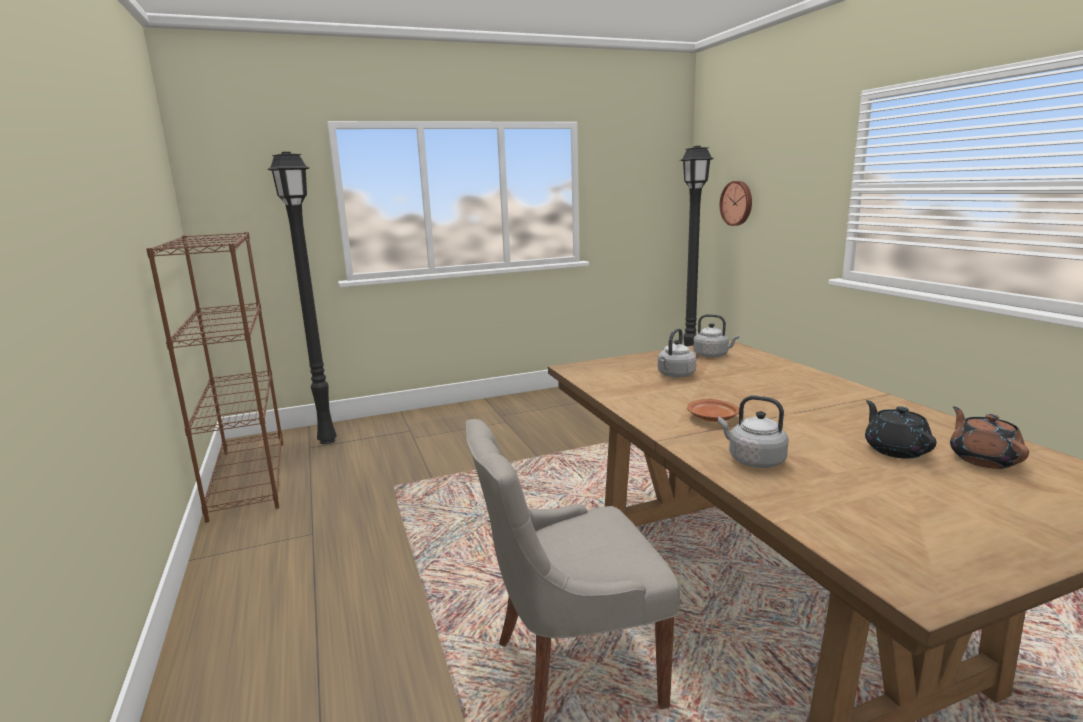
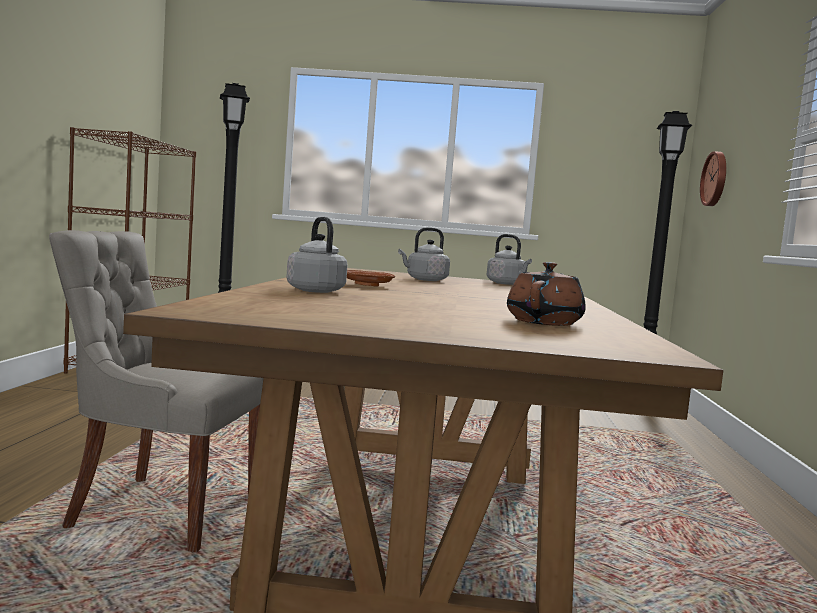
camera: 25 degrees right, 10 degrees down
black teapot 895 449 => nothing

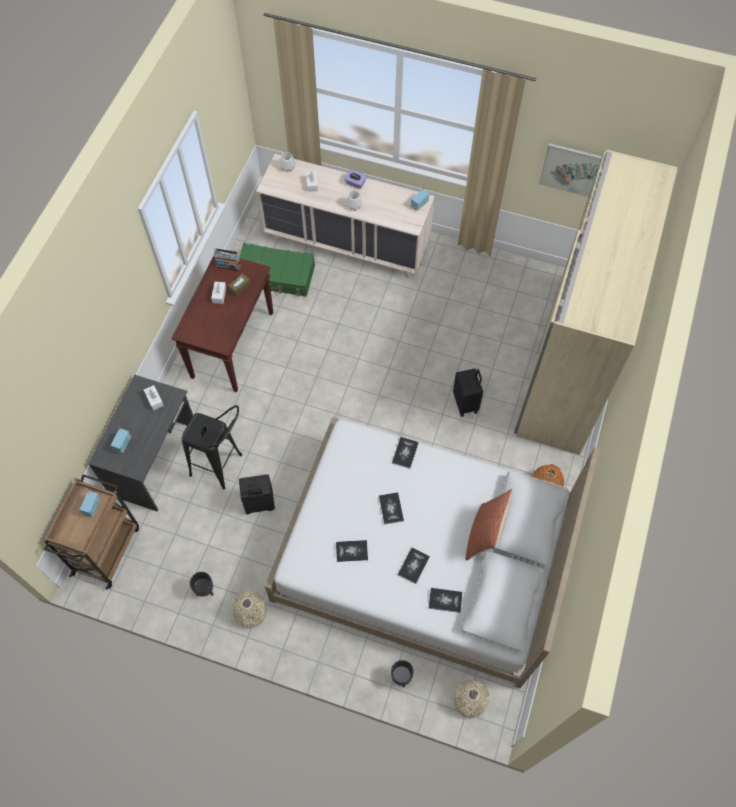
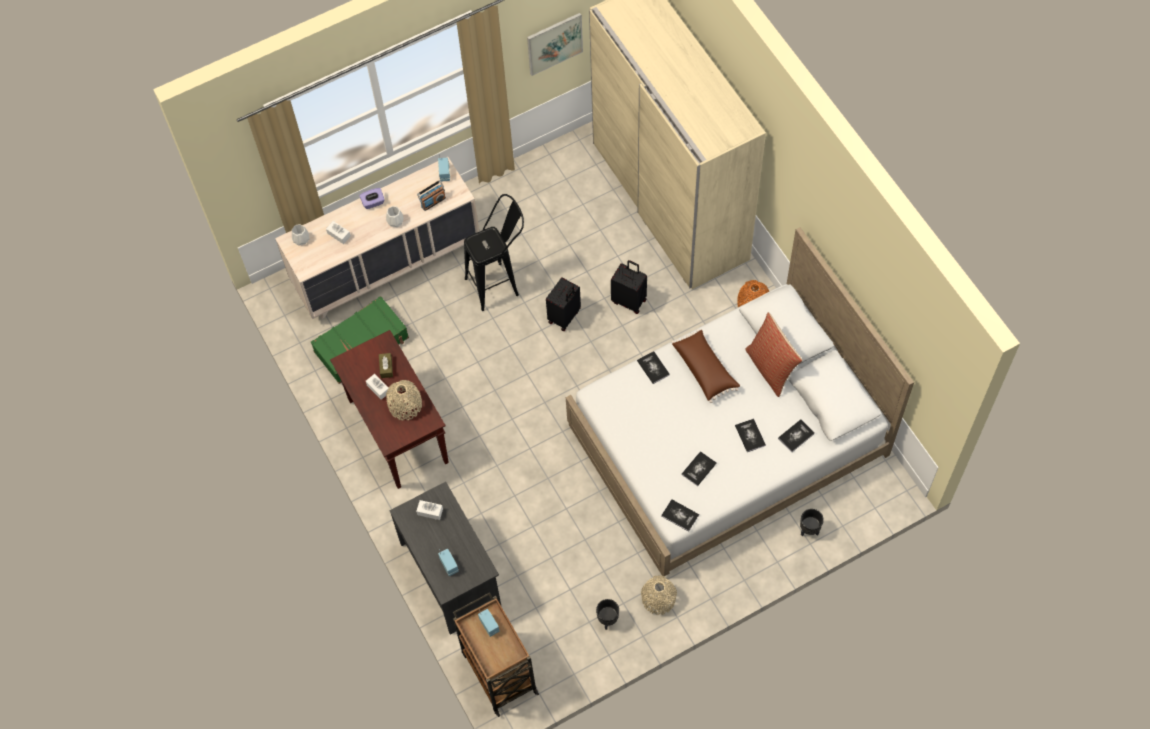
camera: 45 degrees left, 0 degrees up
nothing => brownish pillow 705 369
black sitting stool 223 468 => black sitting stool 499 283, relocated
radio 228 266 => radio 433 202, relocated
black travel case 259 505 => black travel case 564 317, relocated
book 391 508 => book 680 515, relocated
beige flower vase 469 700 => beige flower vase 405 405, relocated

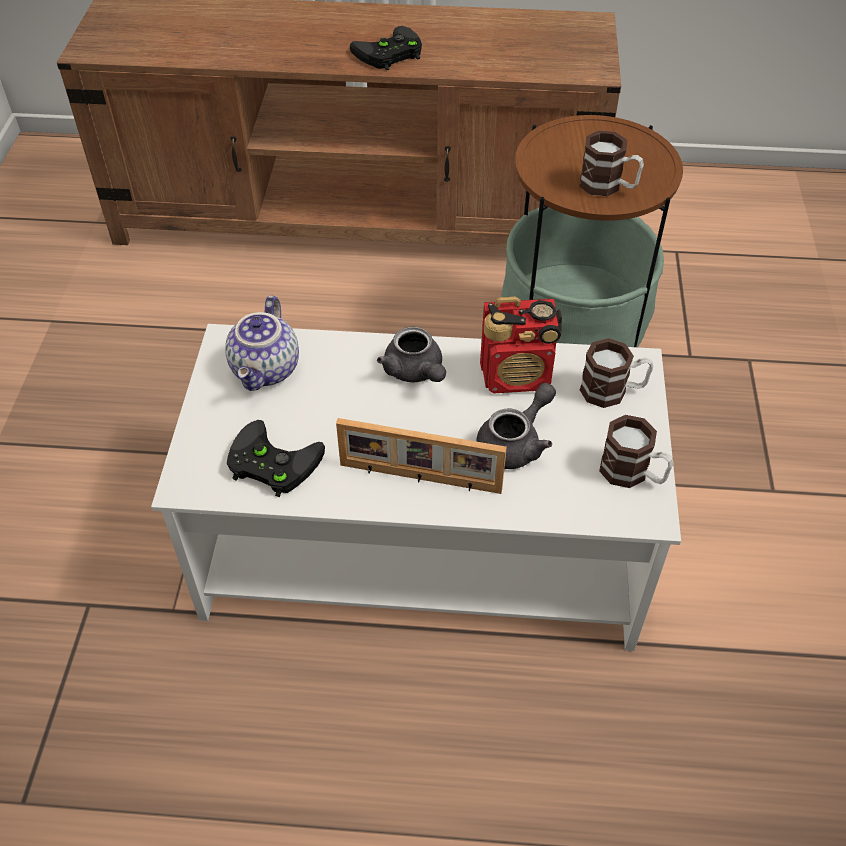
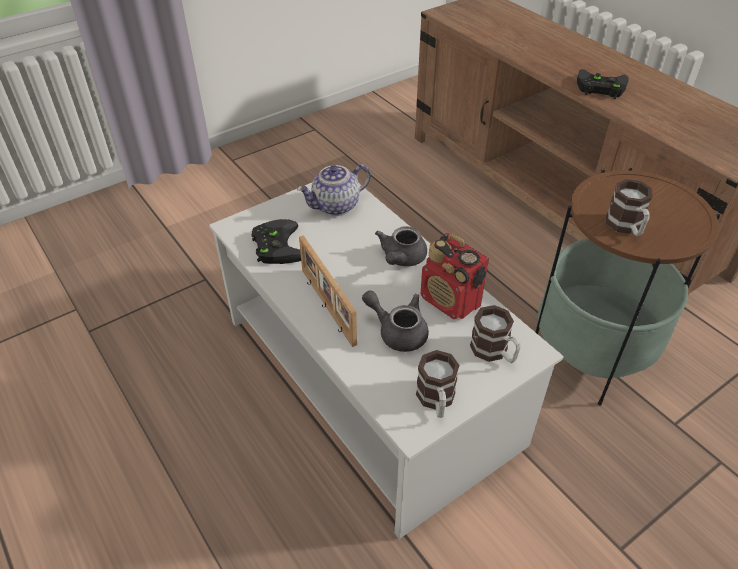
camera: 50 degrees right, 5 degrees down
grey teapot 516 443 => grey teapot 398 331, 150 degrees counterclockwise

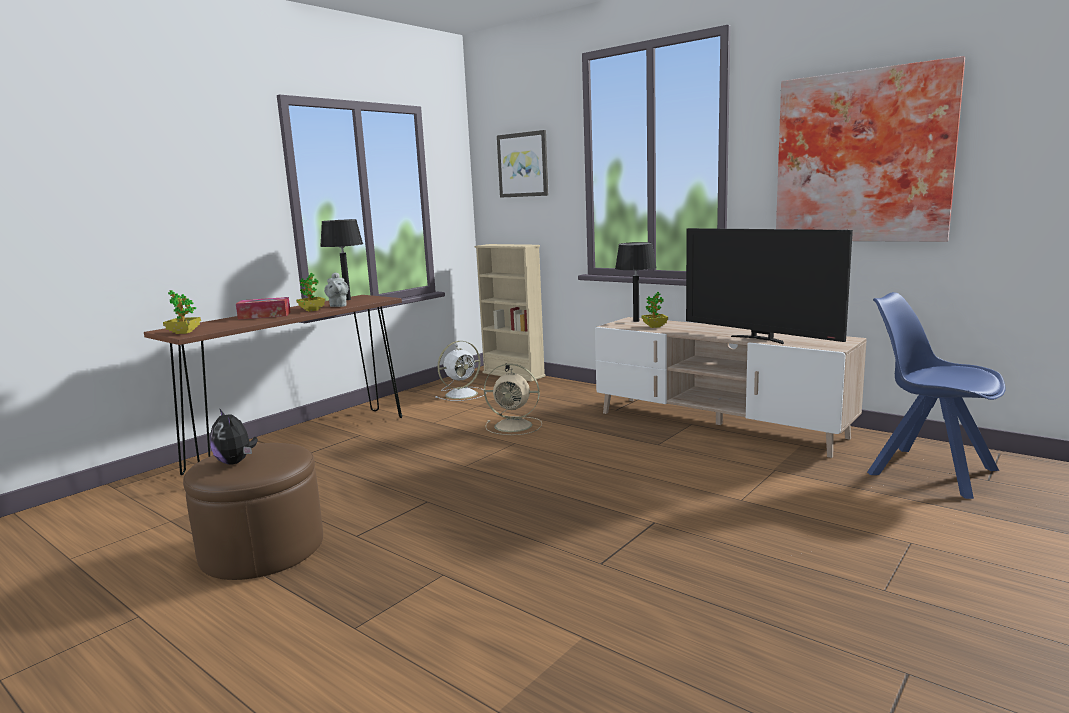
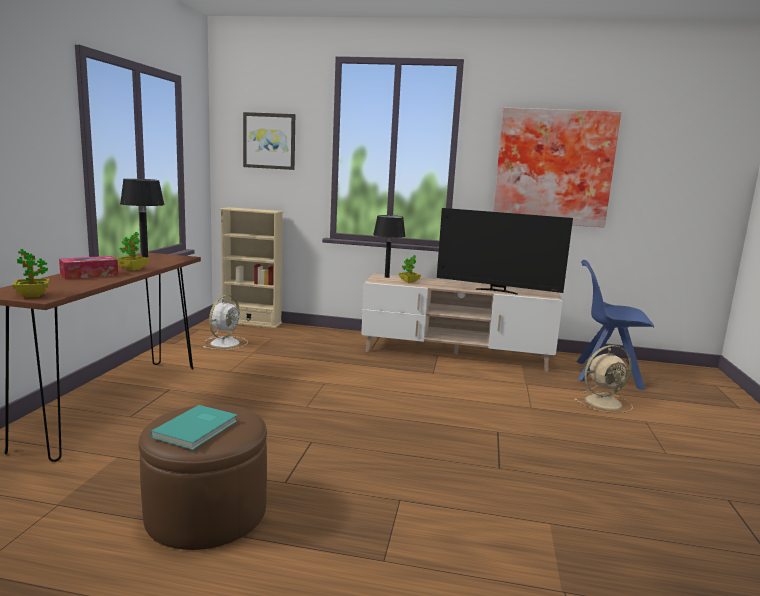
camera: 30 degrees left, 0 degrees up
grey teapot 338 306 => nothing
beige fan 515 426 => beige fan 604 402, relocated
soft toy 236 462 => turquoise-coloured book 198 429

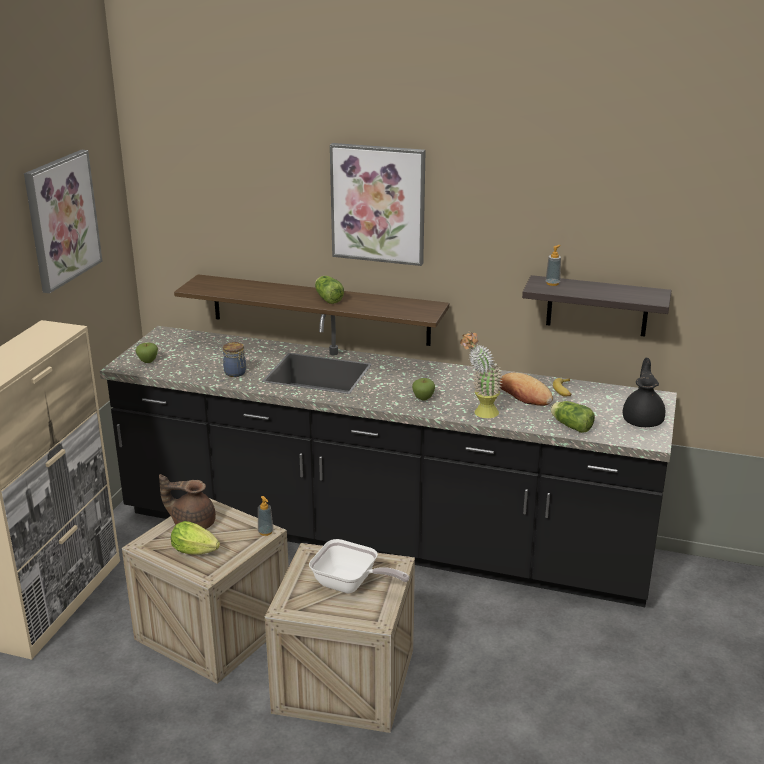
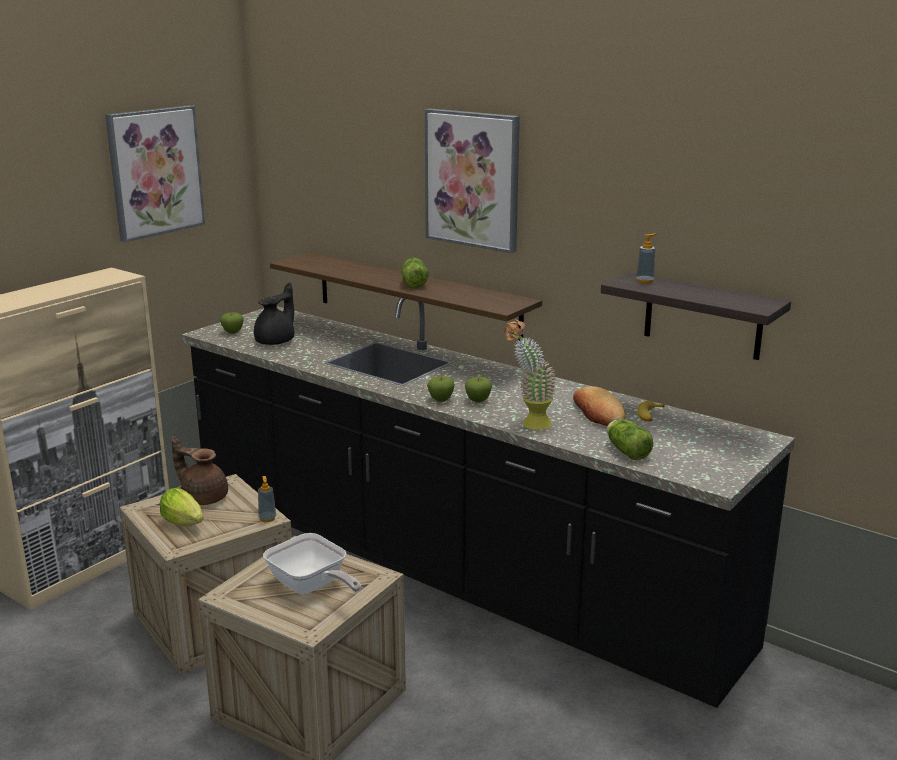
camera: 20 degrees right, 5 degrees down
storage jar 235 373 => nothing
nothing => whole apple 441 400
black teapot 643 420 => black teapot 276 341, relocated

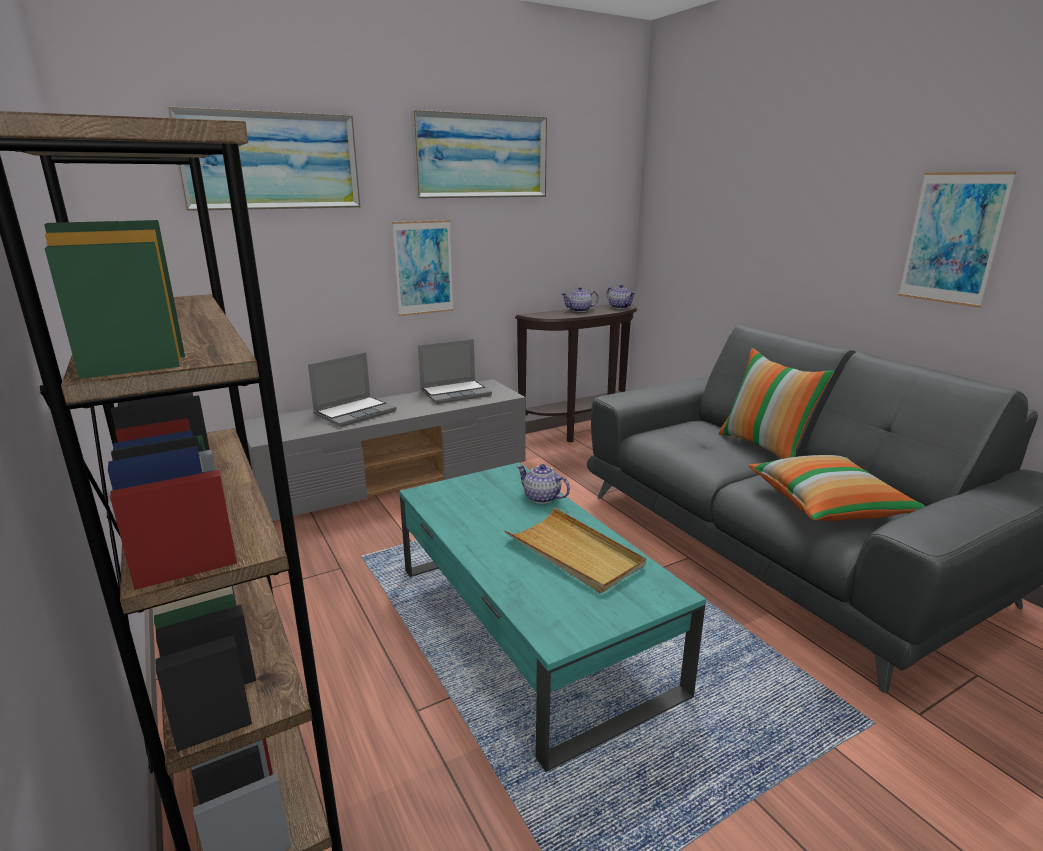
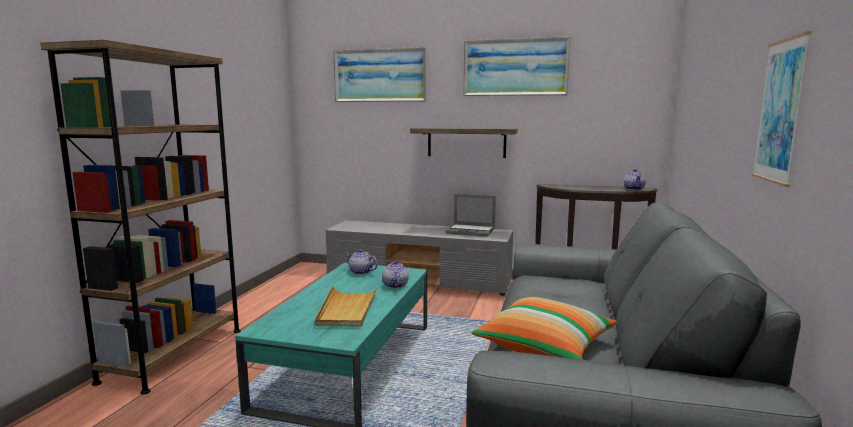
camera: 45 degrees right, 10 degrees down
laptop 355 412 => nothing
pillow 765 447 => nothing
teapot 579 310 => teapot 361 272, relocated
wall picture 423 268 => shelf 466 142

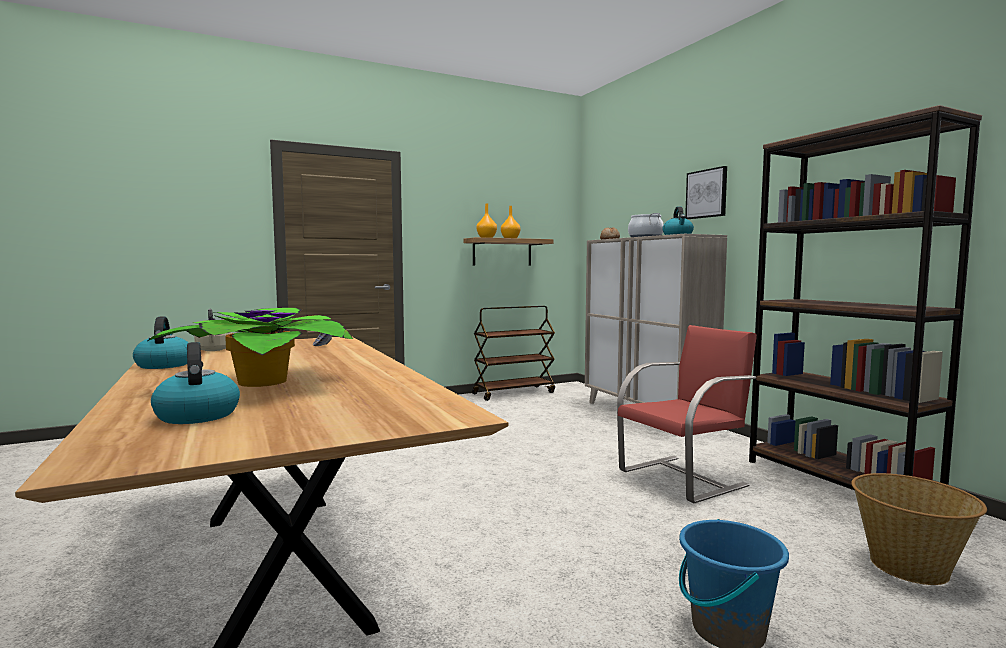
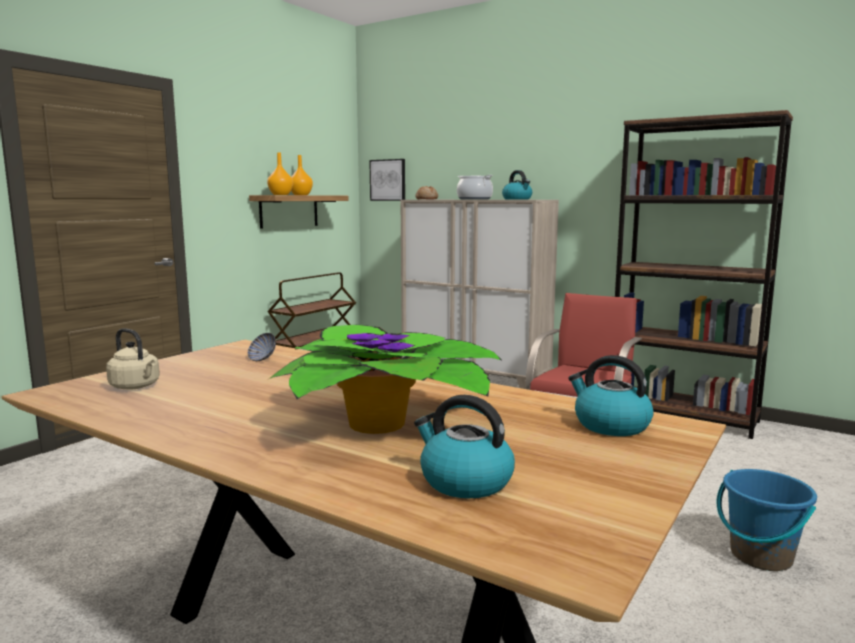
camera: 30 degrees left, 5 degrees up
storage basket 909 566 => nothing
tea kettle 164 365 => tea kettle 610 425, relocated
wall picture 706 193 => wall picture 388 180, relocated

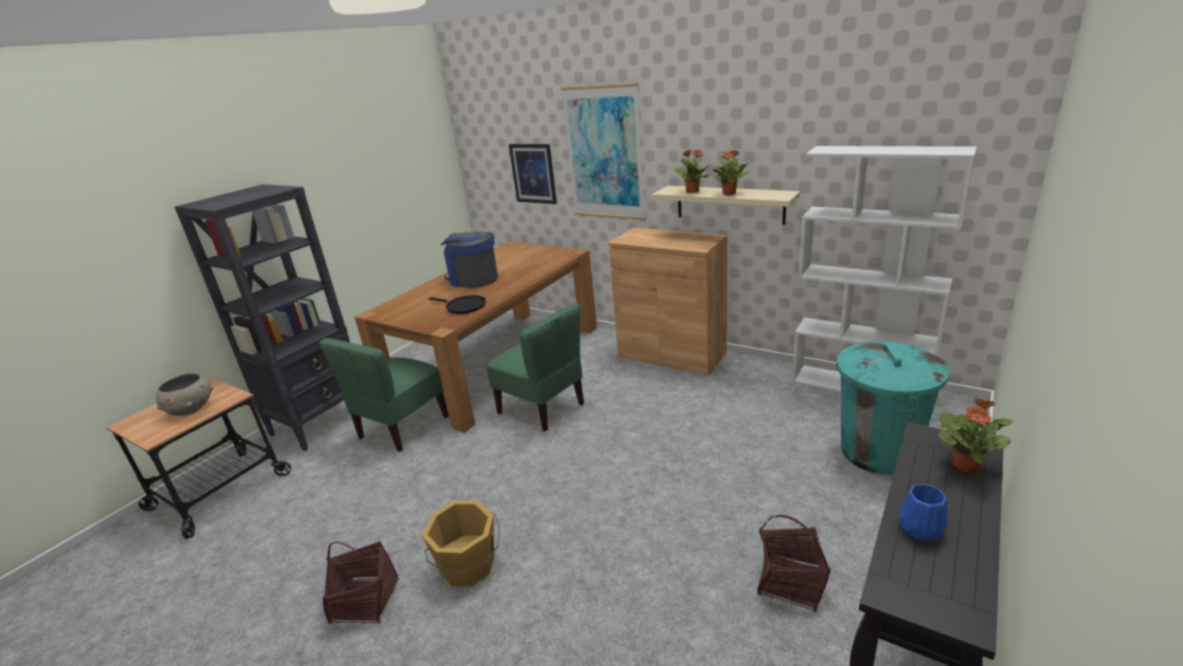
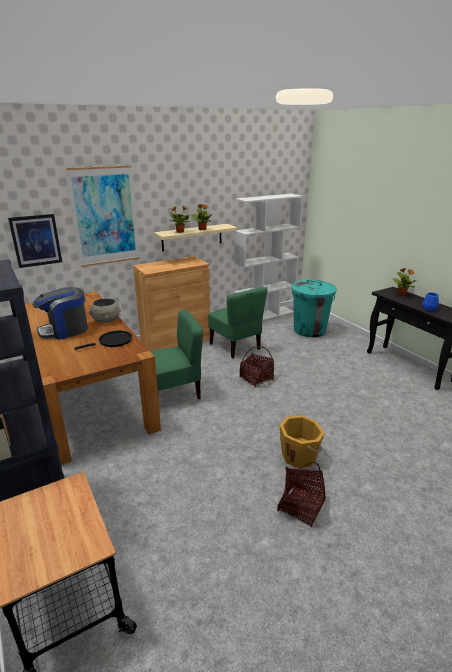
camera: 65 degrees left, 0 degrees up
grey serving bowl 191 409 => grey serving bowl 106 320, relocated
green upright chair 402 427 => green upright chair 235 346, relocated
storage basket 790 583 => storage basket 256 379, relocated

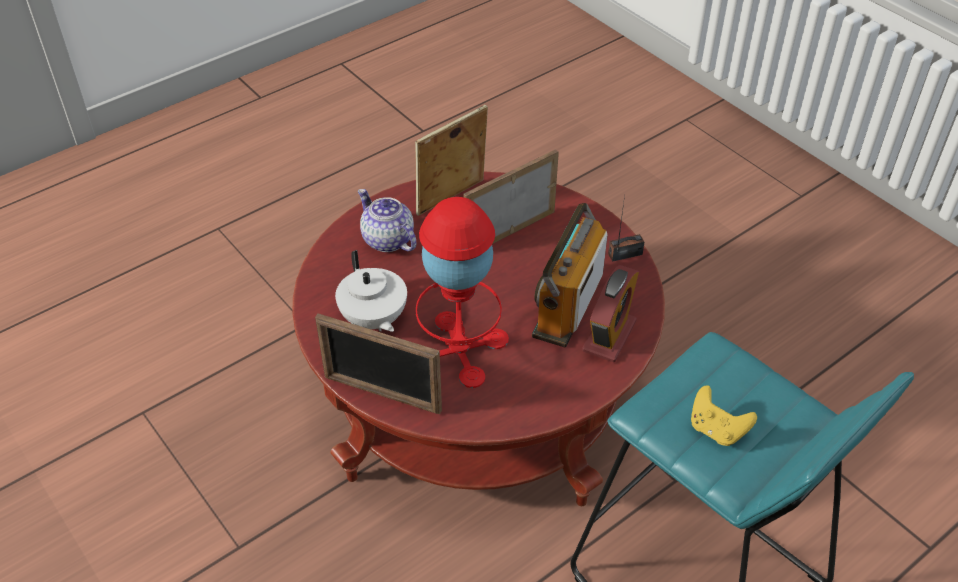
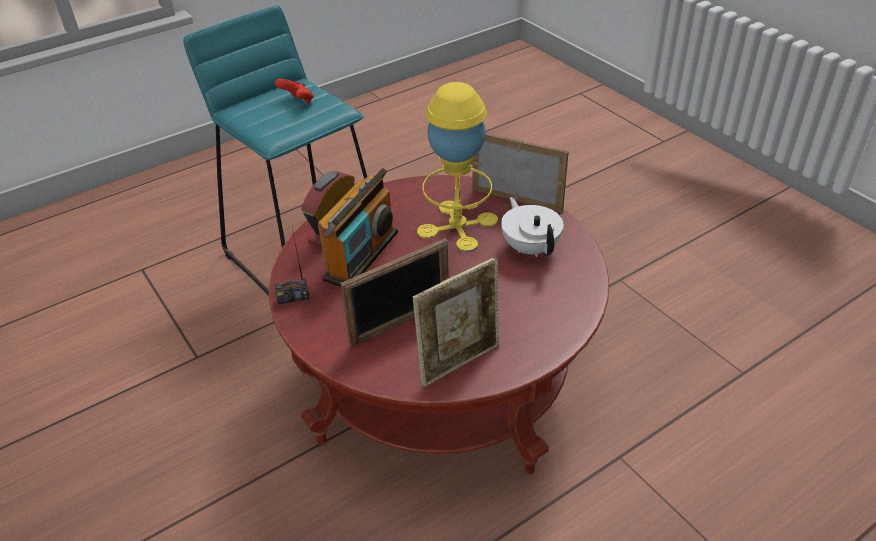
camera: 175 degrees left, 5 degrees down
teapot 387 240 => nothing
red-coloured lamp for a table 459 349 => yellowish lamp for a table 457 225
yellowish joypad 716 430 => red-coloured joypad 298 101

